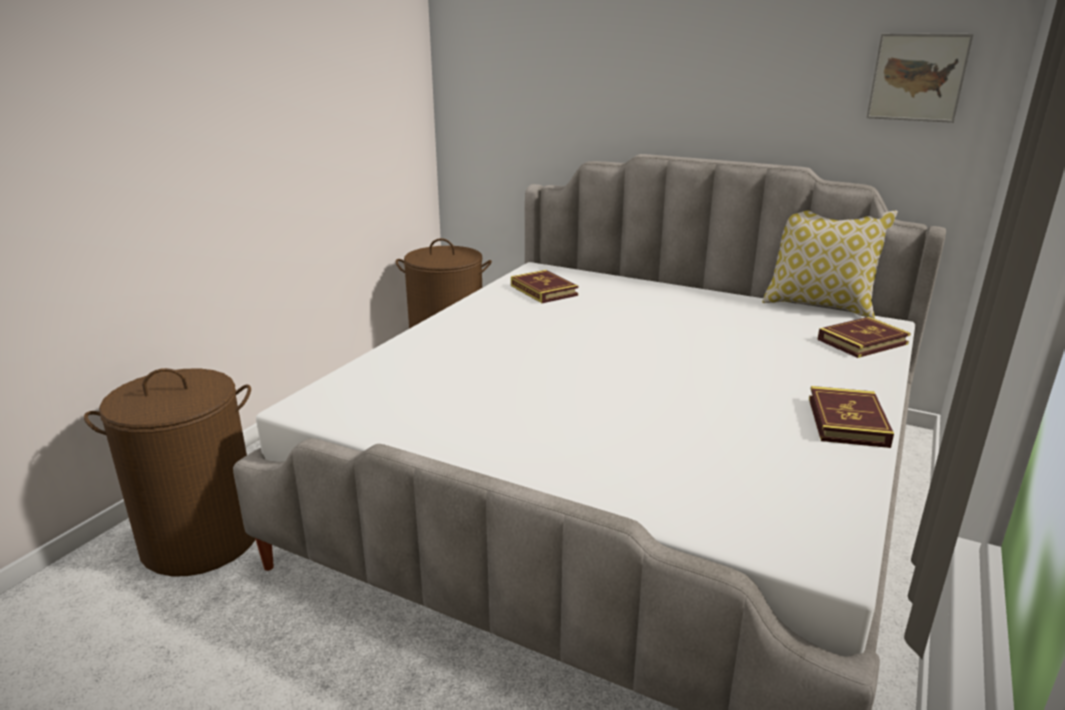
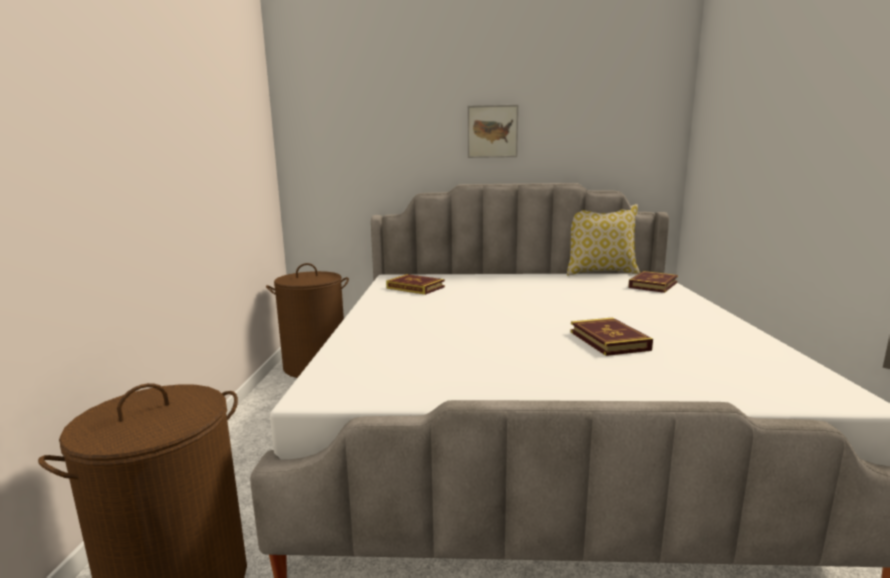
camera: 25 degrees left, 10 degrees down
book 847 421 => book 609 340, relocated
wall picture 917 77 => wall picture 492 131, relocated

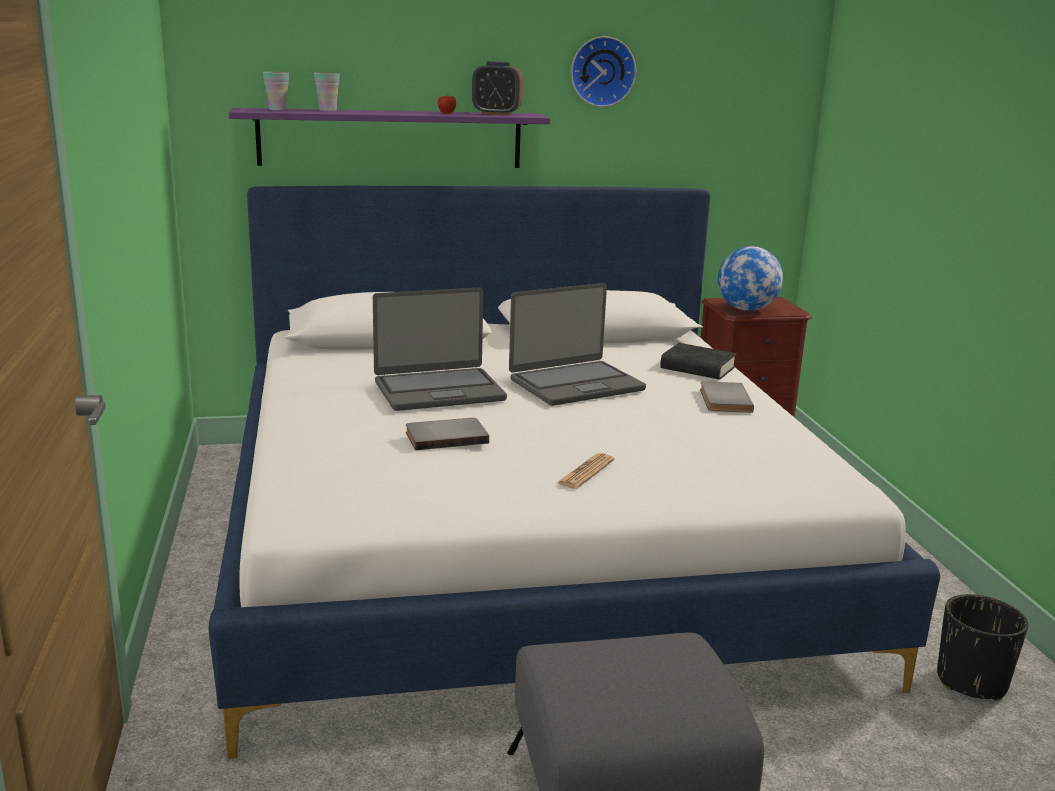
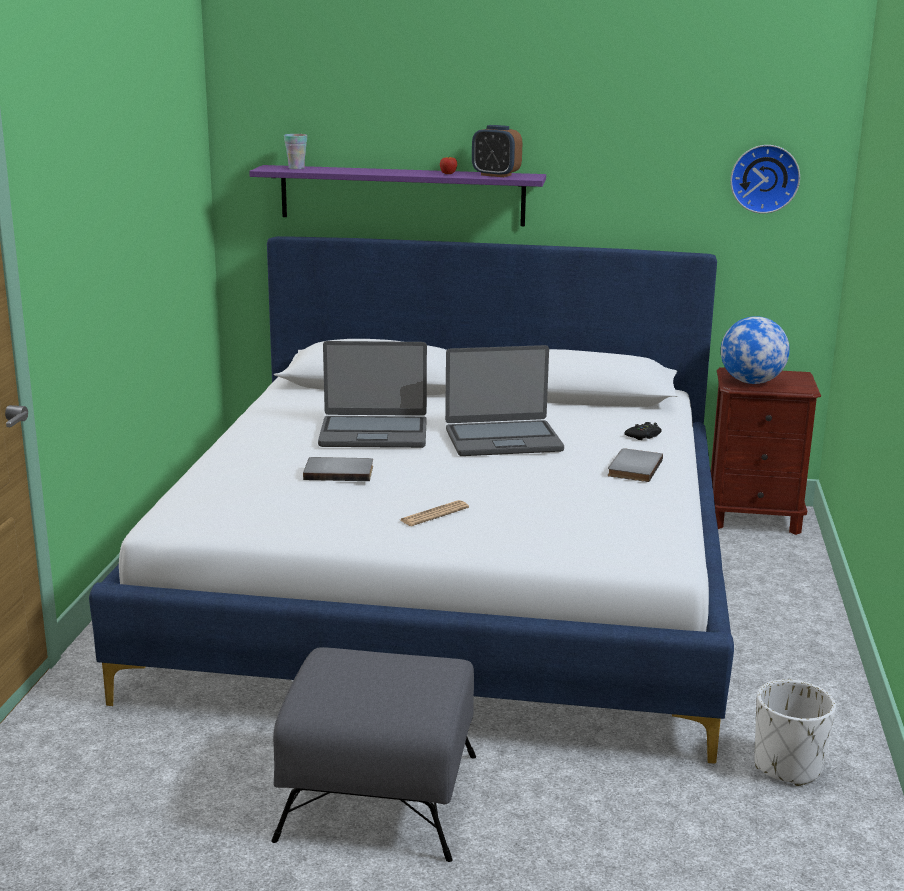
camera: 20 degrees right, 0 degrees up
small cup 328 110 => nothing
wall clock 602 71 => wall clock 764 178, relocated
black book 697 368 => black joypad 644 436
black flower pot 971 682 => whitish flower pot 788 766

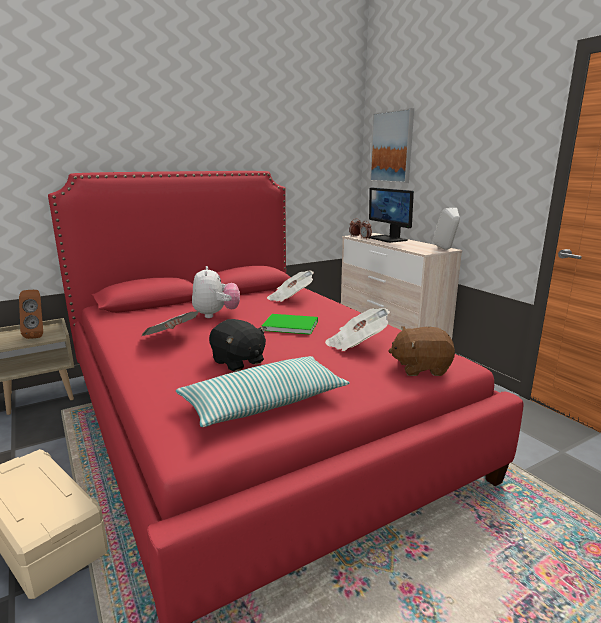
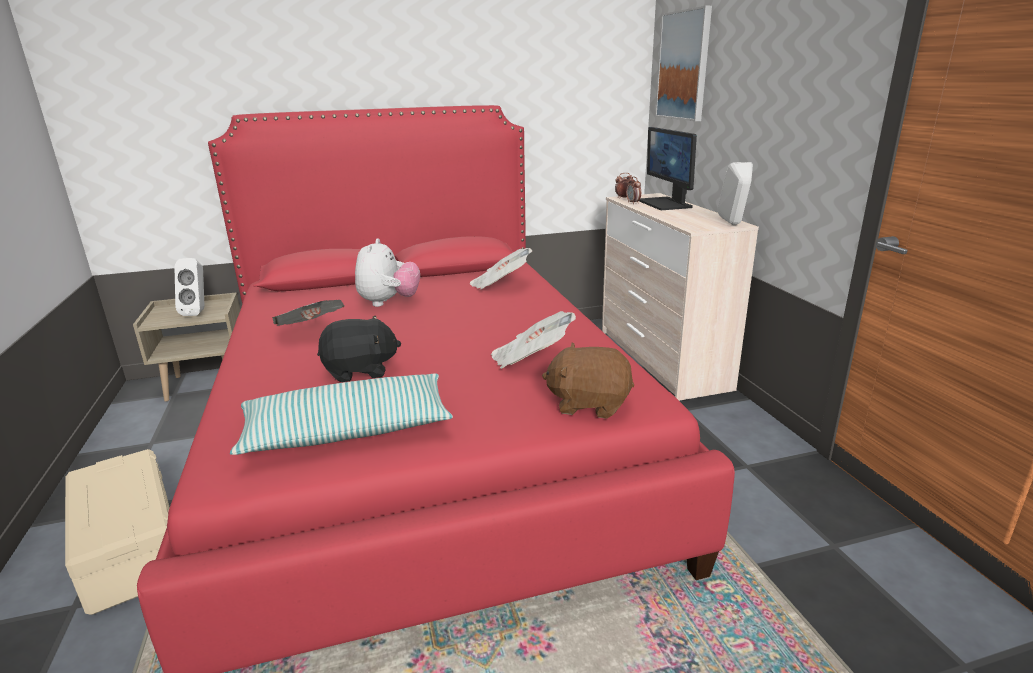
camera: 15 degrees right, 5 degrees up
green book 289 325 => nothing
brownish speaker 37 335 => whitish speaker 198 312
black soft toy 238 362 => black soft toy 360 371, 75 degrees counterclockwise

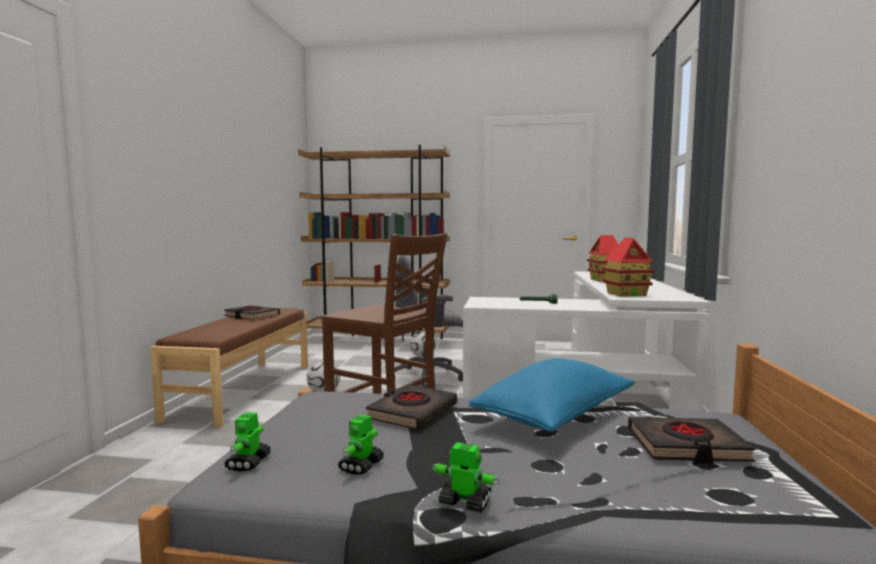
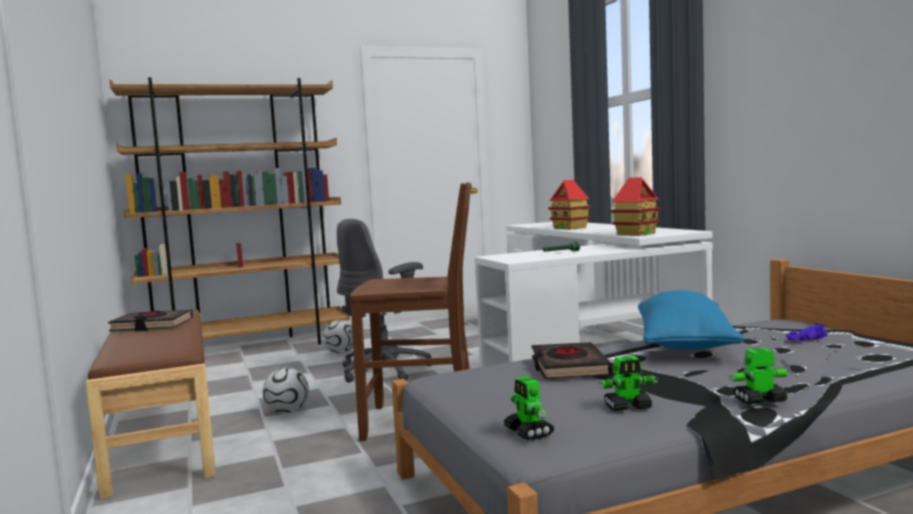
camera: 30 degrees left, 0 degrees up
black book 686 446 => purplish toy car 805 339
robot figure 361 466 => robot figure 628 407, 90 degrees counterclockwise

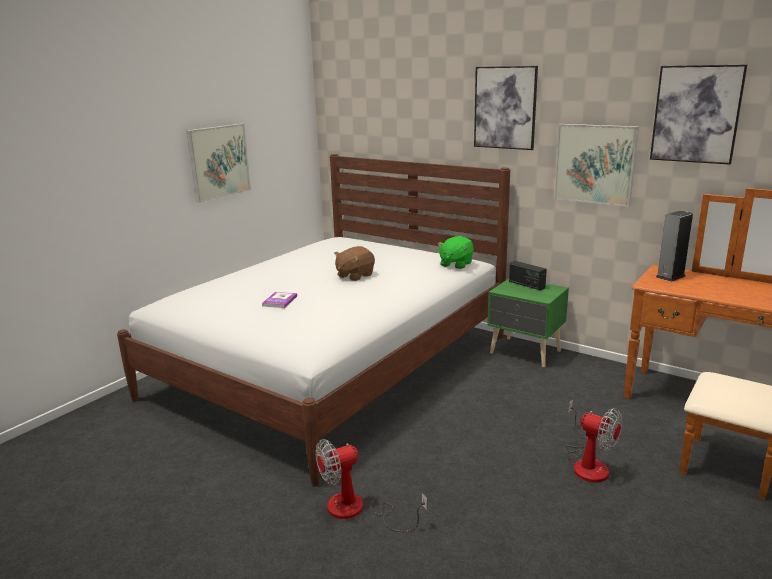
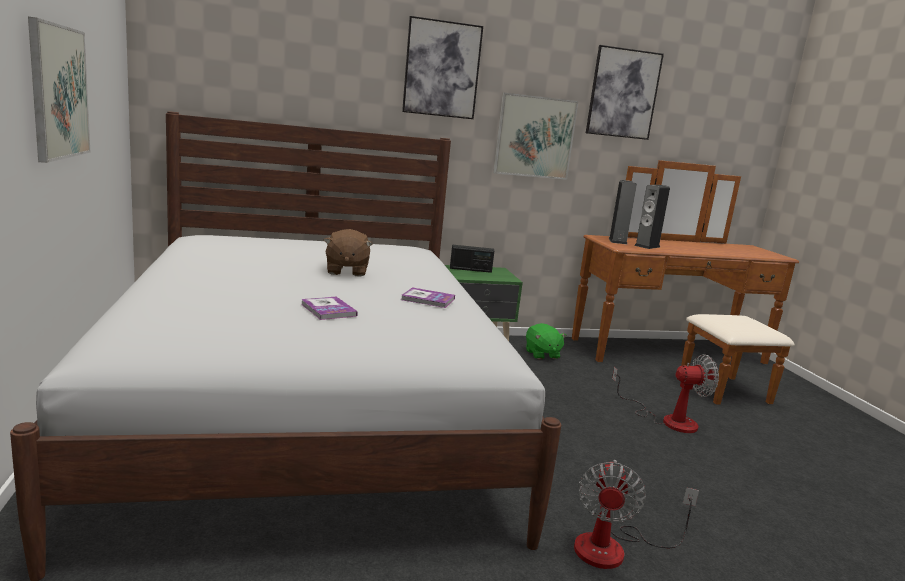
camera: 50 degrees left, 5 degrees down
nothing => book 428 299
nothing => speaker 647 246
green soft toy 455 264 => green soft toy 542 354, relocated

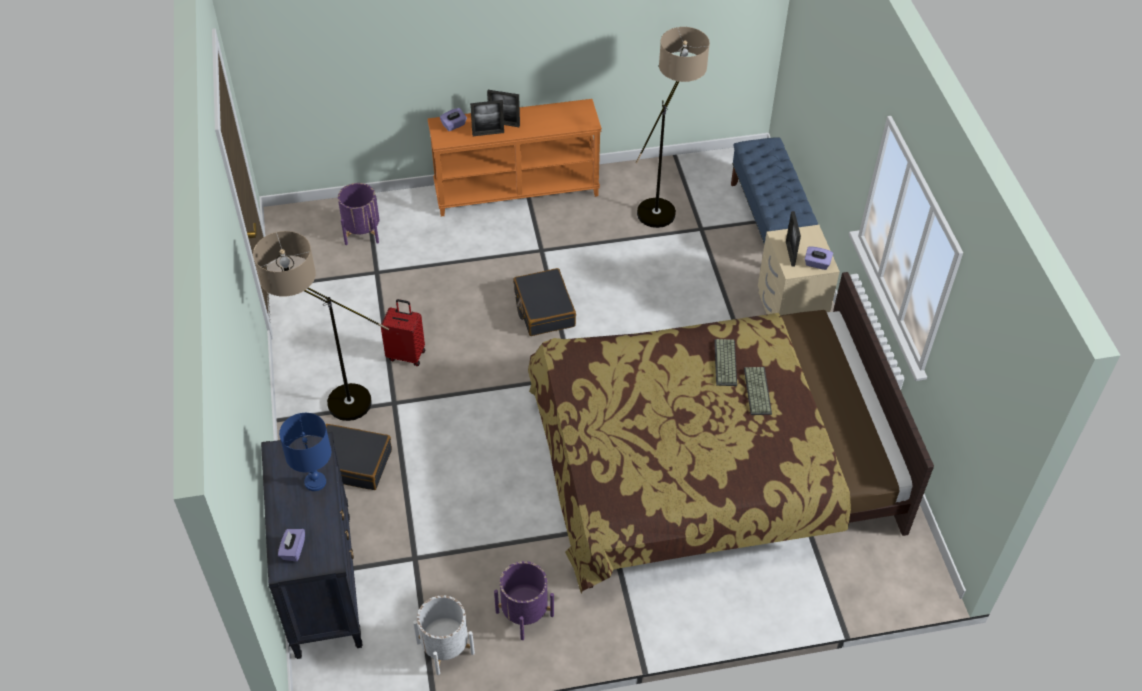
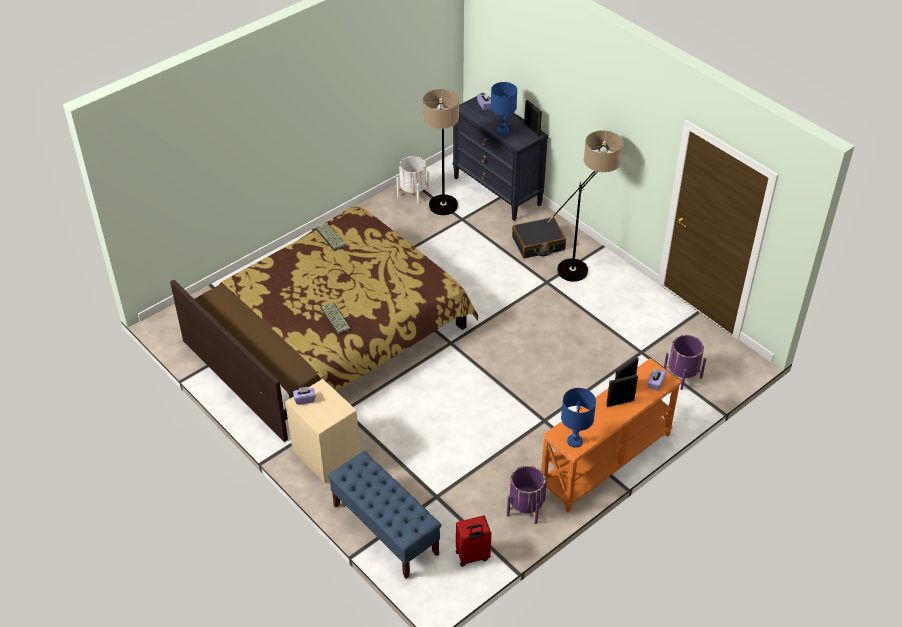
camera: 150 degrees right, 5 degrees down
black travel case 544 309 => nothing
nothing => blue-coloured lamp for a table 574 441
red-coloured travel case 406 354 => red-coloured travel case 472 556, relocated
purplish flower pot 524 613 => purplish flower pot 525 507, relocated
standard lamp 664 205 => standard lamp 442 213, relocated
PC keyboard 756 390 => PC keyboard 331 237, relocated
standing frame 790 254 => standing frame 532 130, relocated

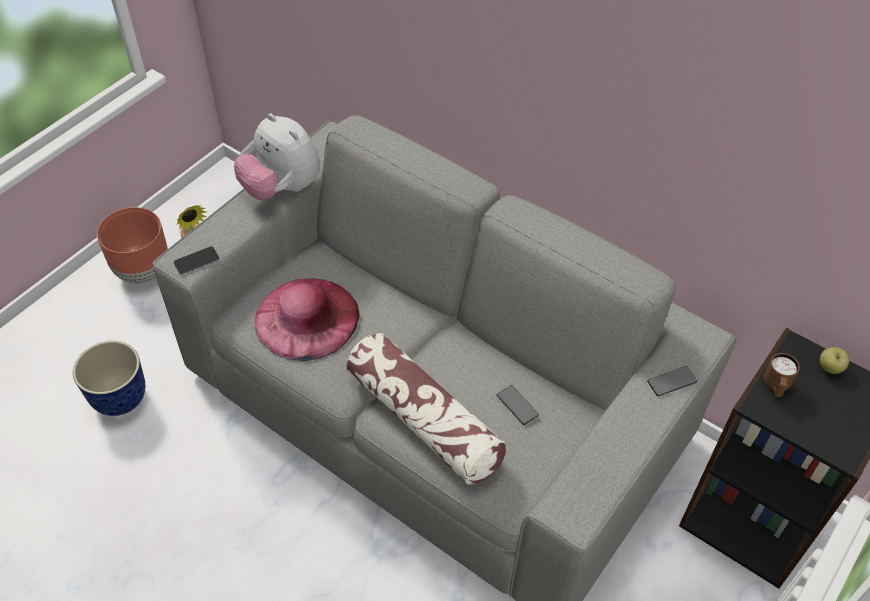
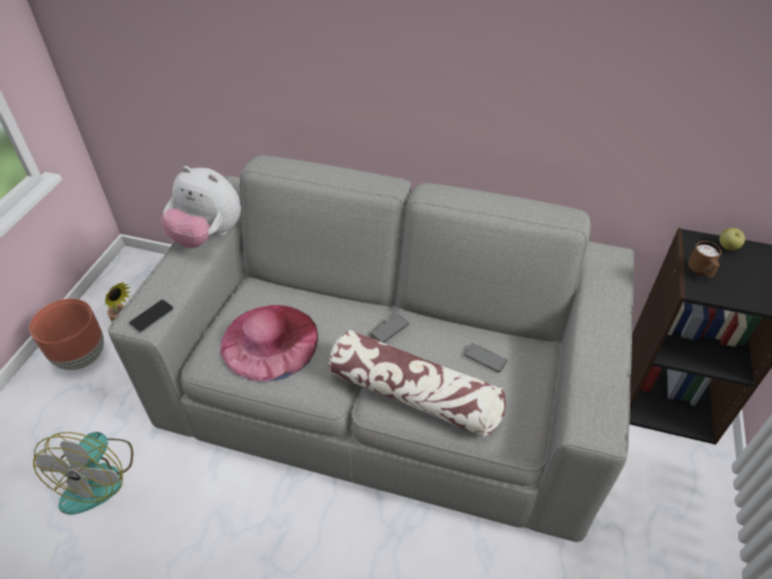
camera: 20 degrees left, 5 degrees down
phone 671 381 => phone 390 329, relocated
flower pot 121 399 => fan 99 476

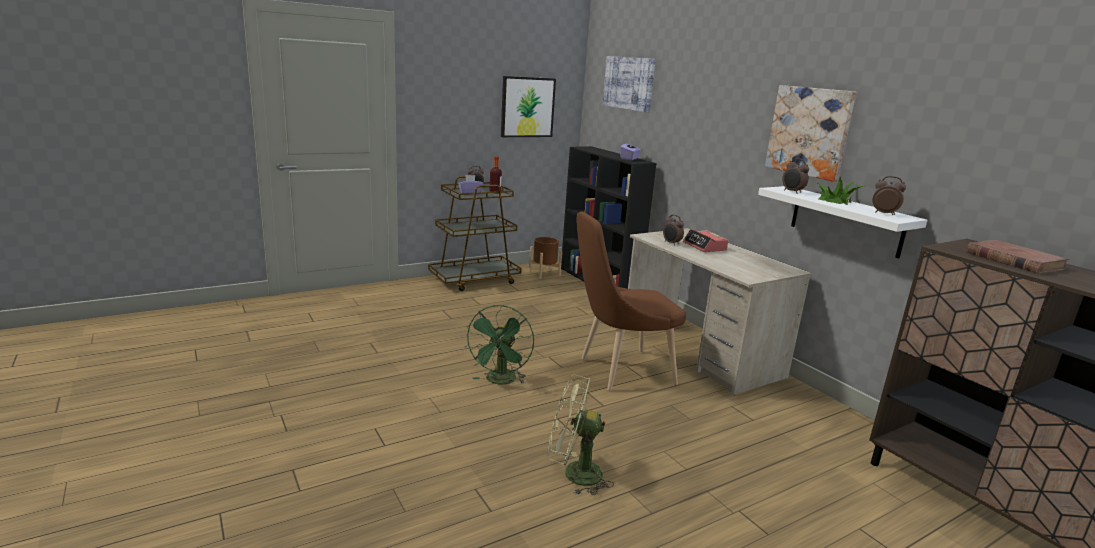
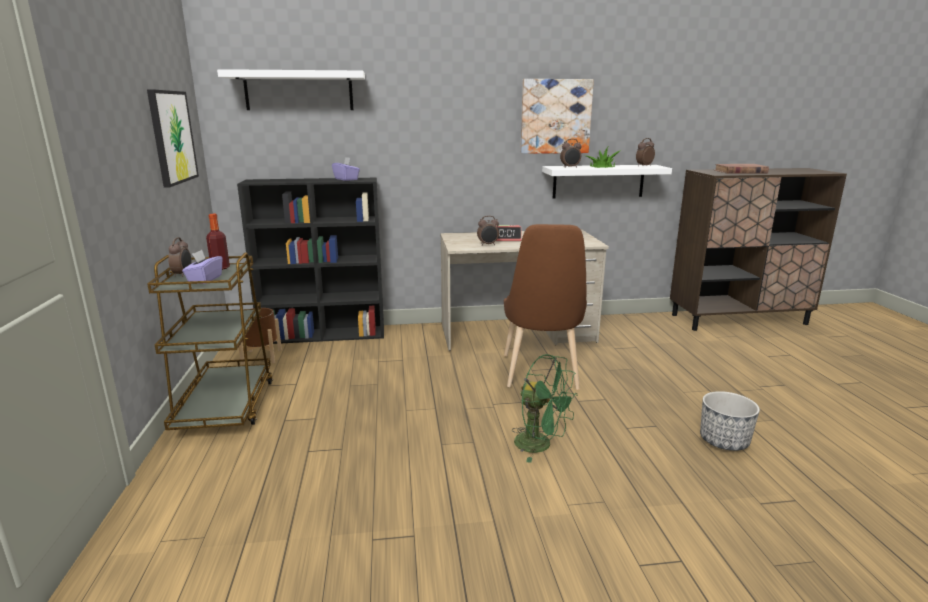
camera: 65 degrees left, 0 degrees up
green fan 574 474 => flower pot 724 441
wall picture 629 83 => whitish shelf 299 91

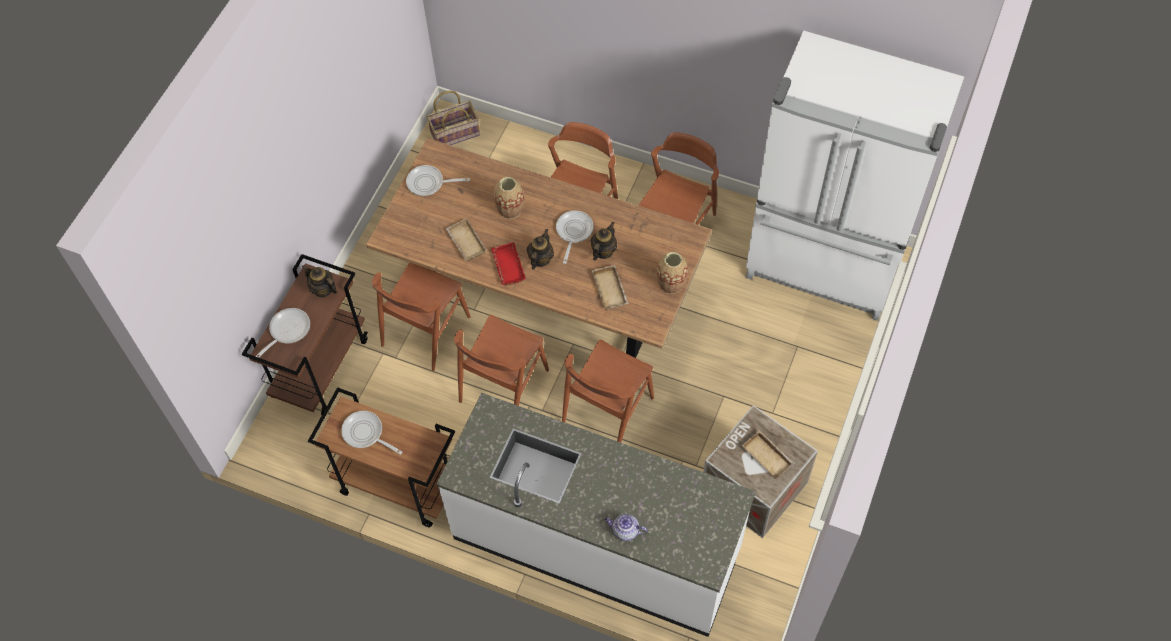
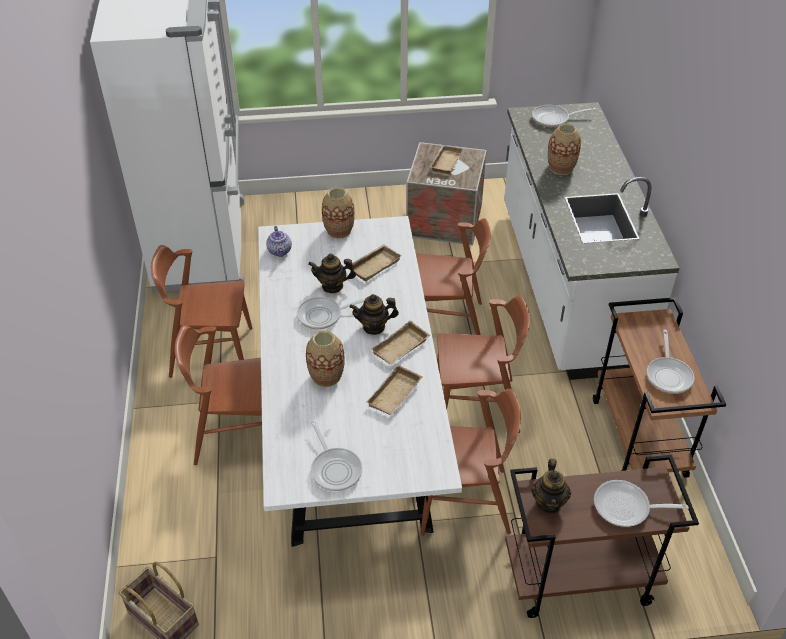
camera: 120 degrees left, 15 degrees down
nothing => frying pan 553 119
nothing => flower vase 561 168
teapot 625 531 => teapot 280 251, relocated
brownish kitchen table 543 293 => whitish kitchen table 351 421
red-coloured tray 507 266 => beige tray 401 348

